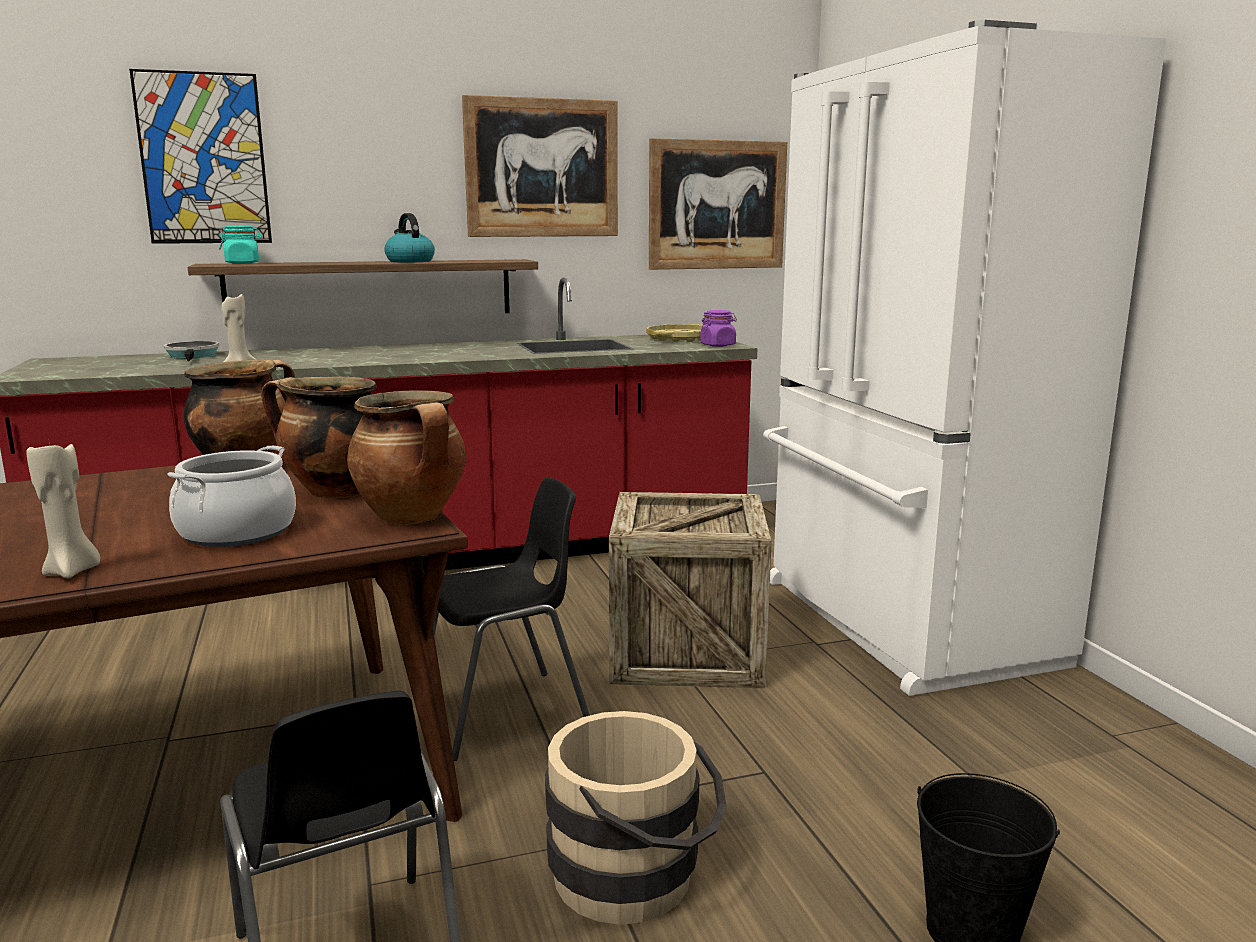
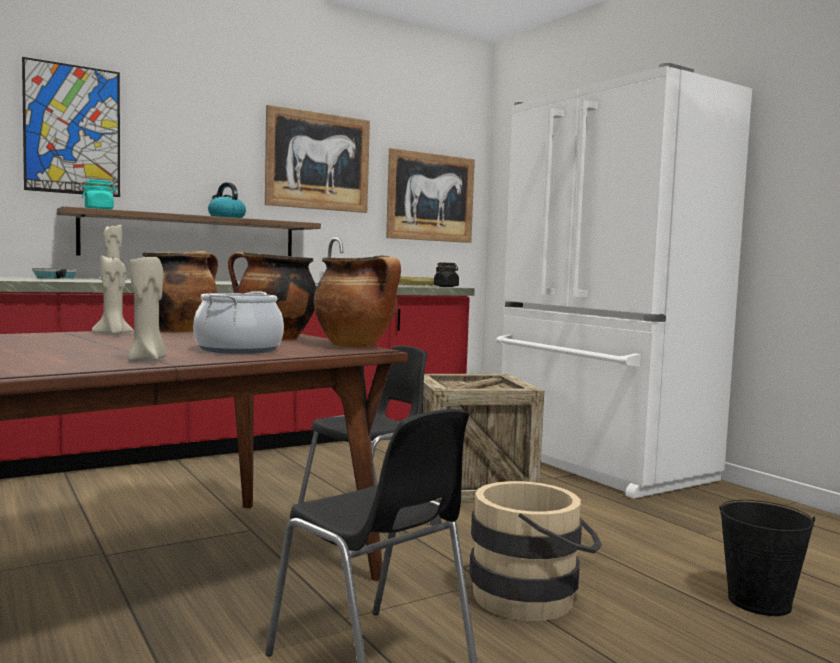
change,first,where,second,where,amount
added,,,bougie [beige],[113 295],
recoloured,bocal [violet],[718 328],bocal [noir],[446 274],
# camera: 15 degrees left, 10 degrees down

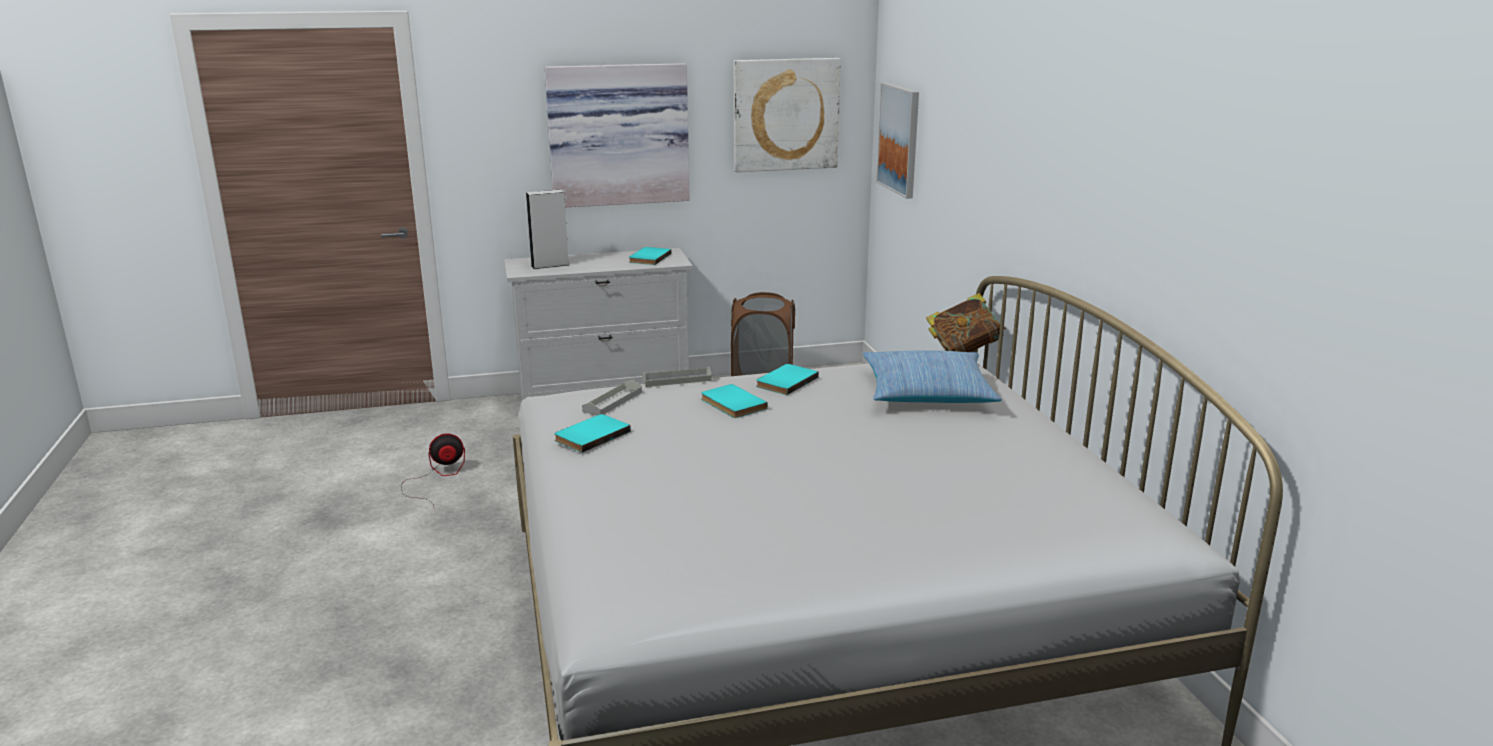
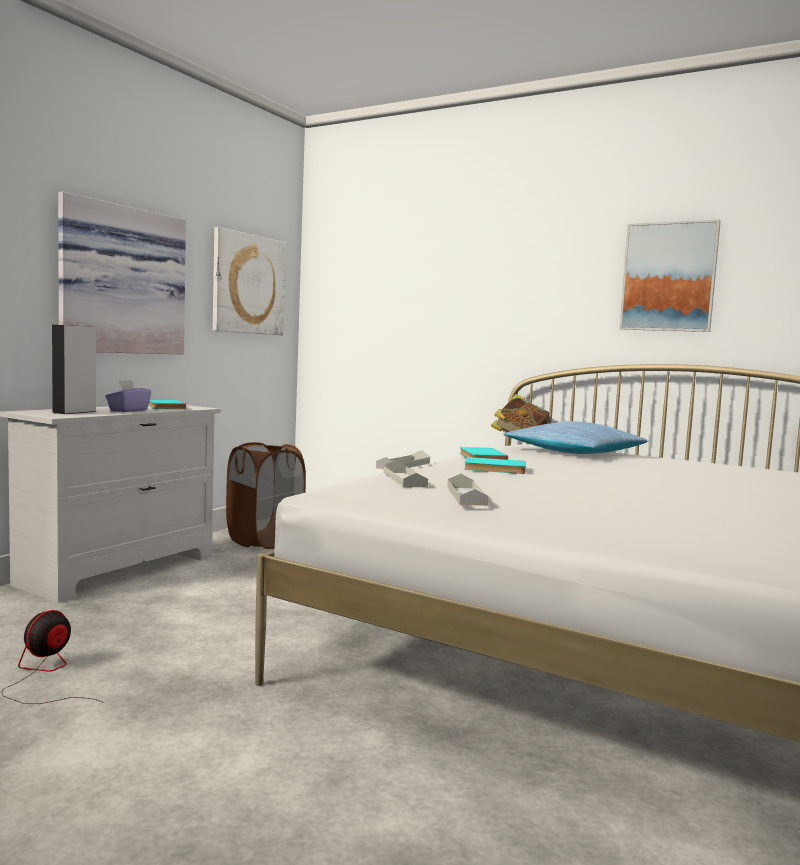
change,first,where,second,where,amount
added,,,boîte à mouchoirs [violet],[128 396],
replaced,livre [turquoise],[592 433],plateau [gris],[468 490],
moved,tableau,[897 141],,[670 276],
# camera: 45 degrees left, 15 degrees down

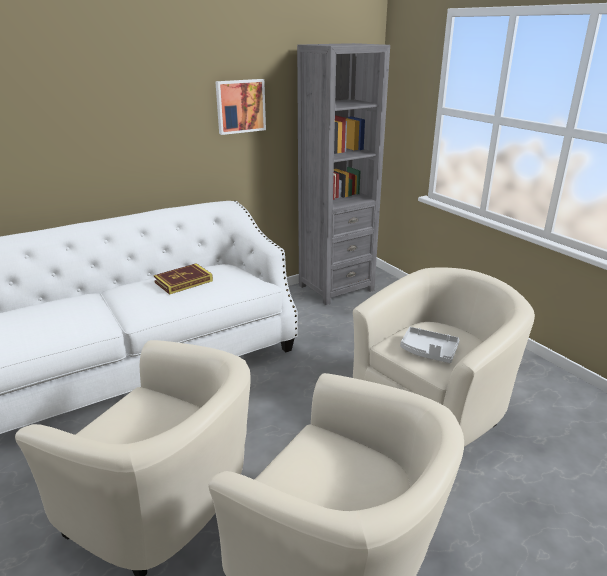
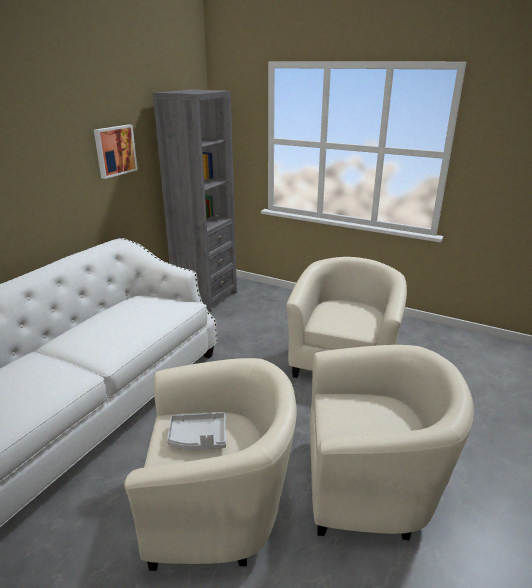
change,first,where,second,where,amount
moved,plateau [gris],[430 345],,[196 431],
removed,livre,[183 279],,,
# camera: 30 degrees left, 0 degrees up

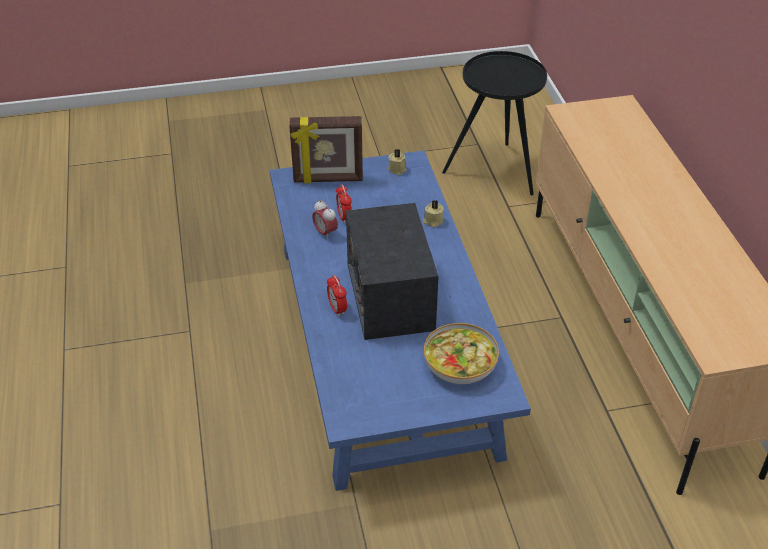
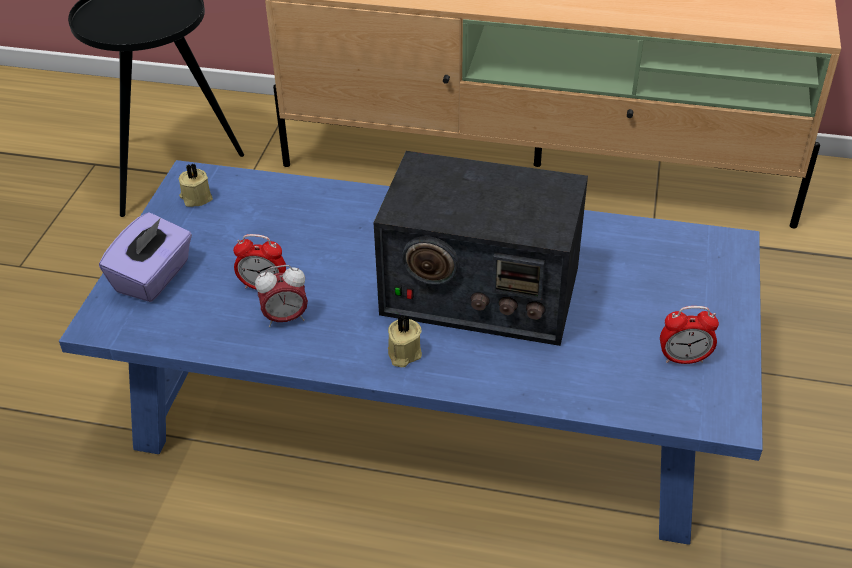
change,first,where,second,where,amount
replaced,cadre photo,[326 149],boîte à mouchoirs [violet],[145 257],
moved,bougie [beige],[433 213],,[405 341],
moved,réveil,[337 296],,[689 335],
removed,bol,[461 353],,,
# camera: 65 degrees left, 0 degrees up

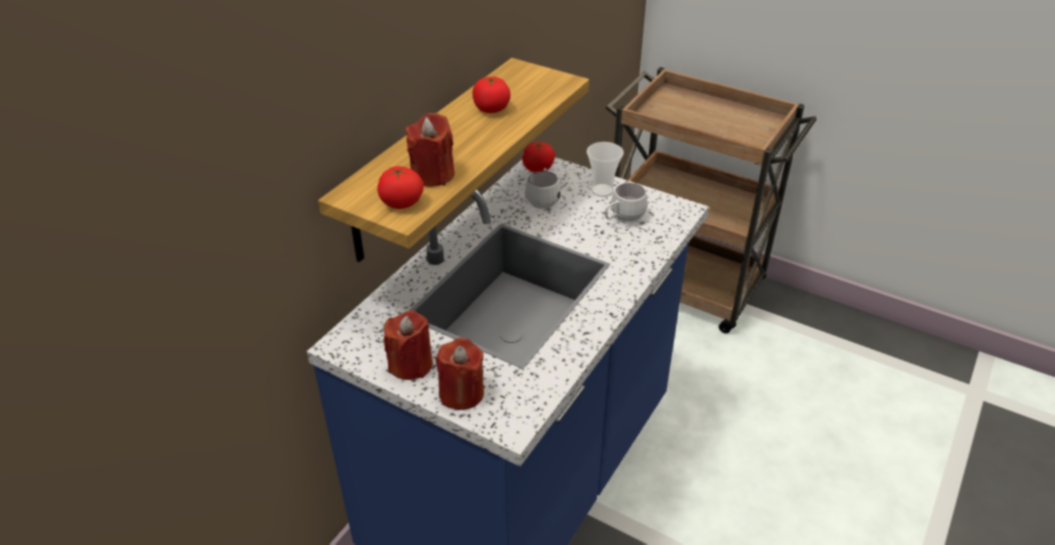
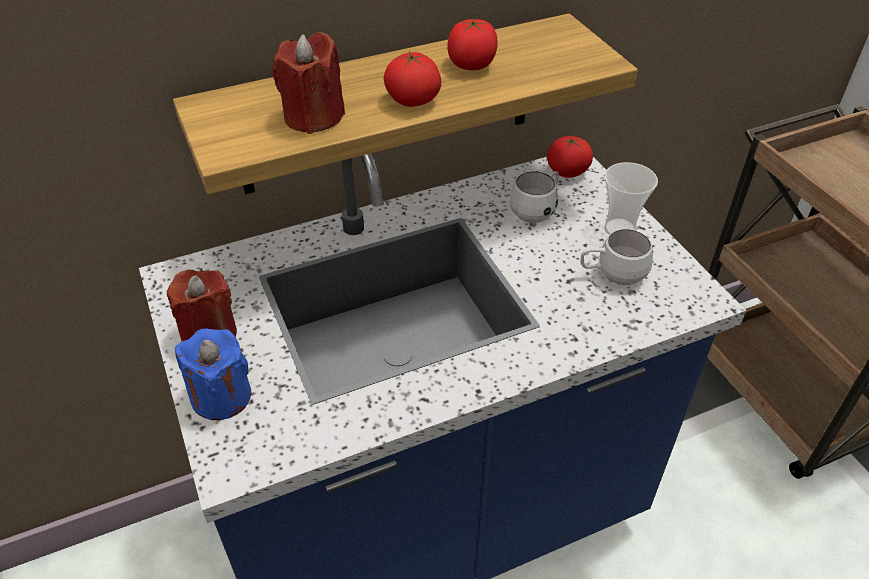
change,first,where,second,where,amount
recoloured,bougie [rouge],[459 374],bougie [bleu],[213 374],
moved,tomate,[400 187],,[412 79],
# camera: 35 degrees right, 5 degrees up

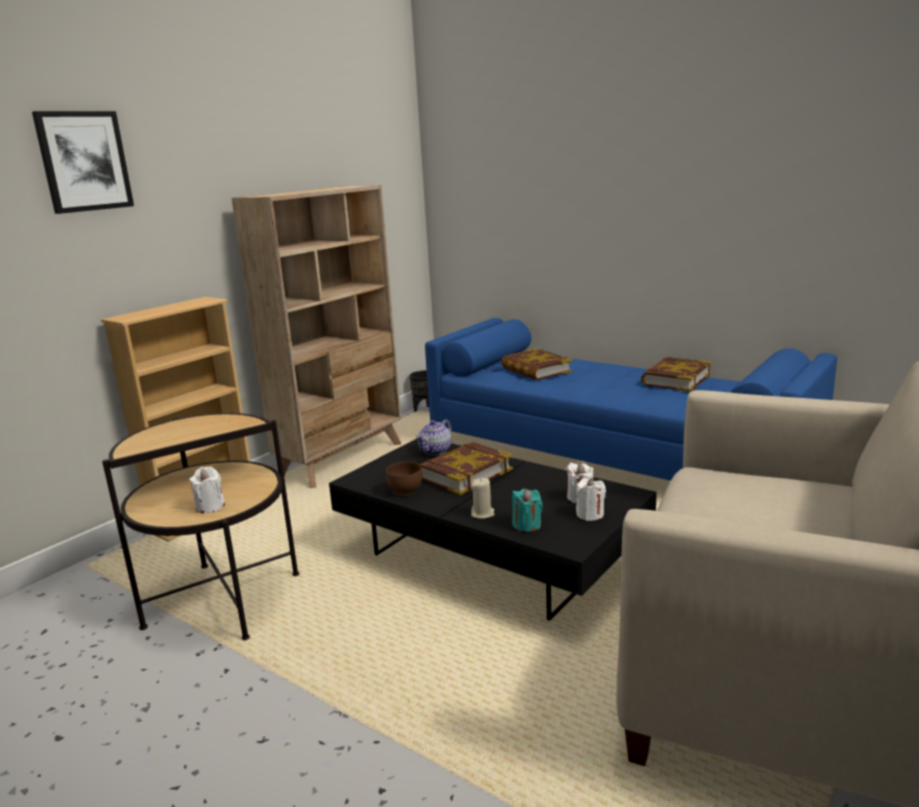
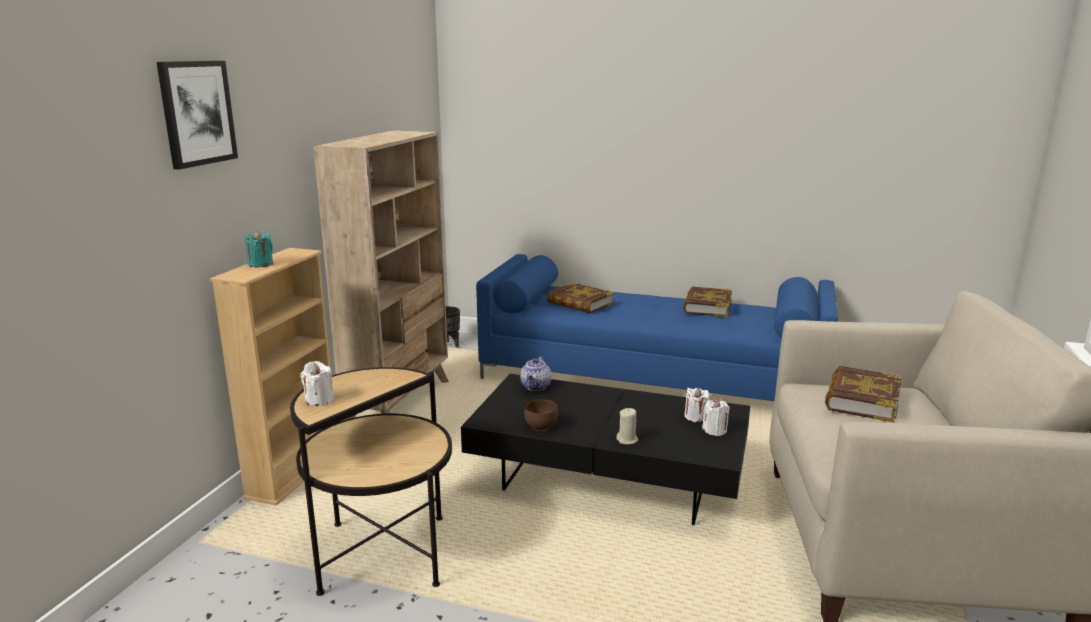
change,first,where,second,where,amount
moved,bougie [turquoise],[527 510],,[259 248],
moved,bougie [blanc],[207 490],,[317 383],
moved,livre,[466 468],,[863 394],
# camera: 20 degrees left, 0 degrees up

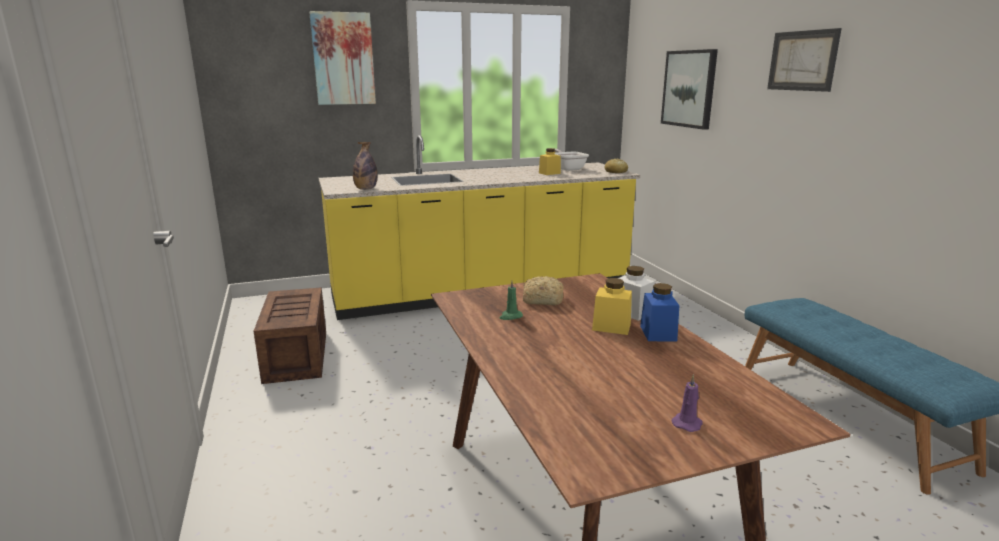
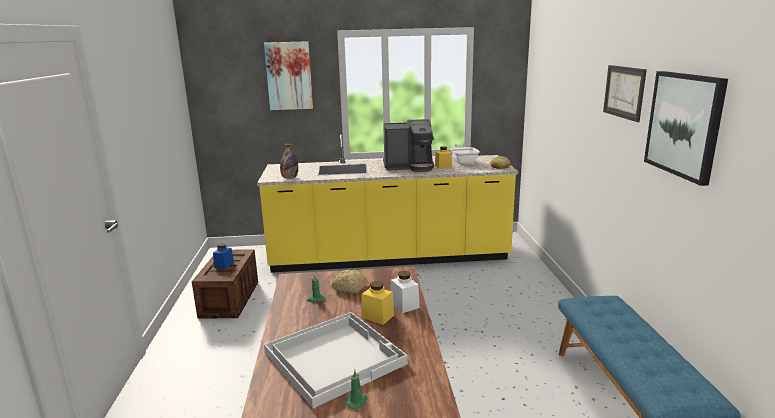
change,first,where,second,where,amount
moved,bocal [bleu],[659 312],,[223 256],
added,,,plateau [blanc],[336 360],
recoloured,bougie [violet],[687 403],bougie [vert],[356 389],
added,,,machine à café,[408 145],
moved,tableau,[689 89],,[686 128],
# camera: 15 degrees right, 0 degrees up

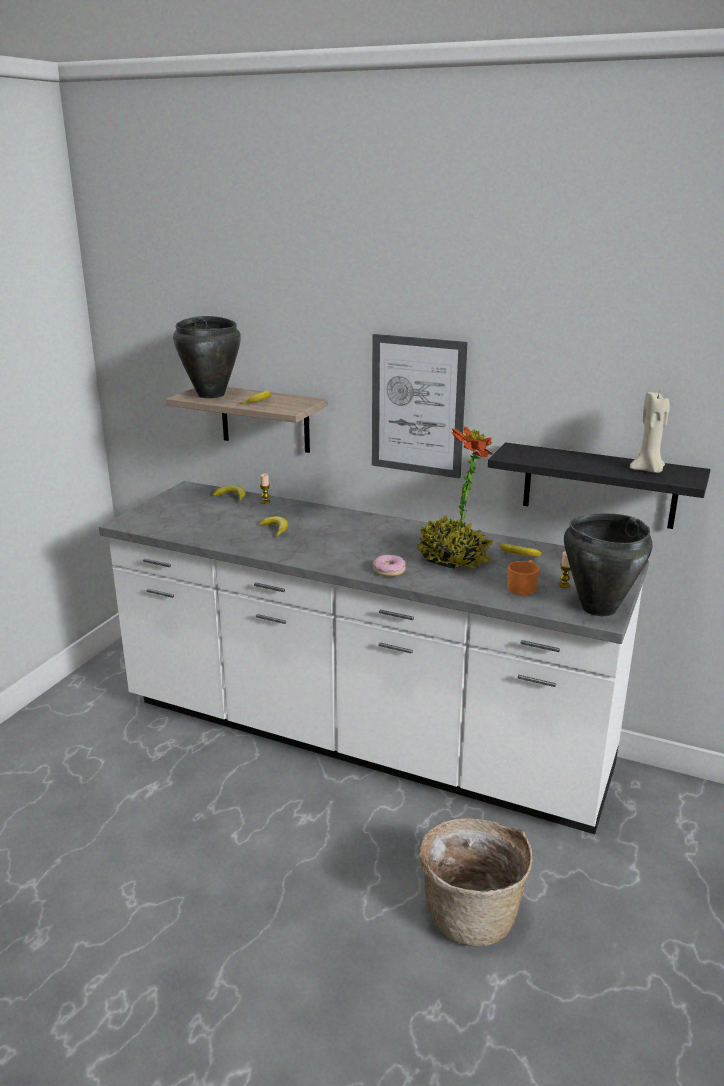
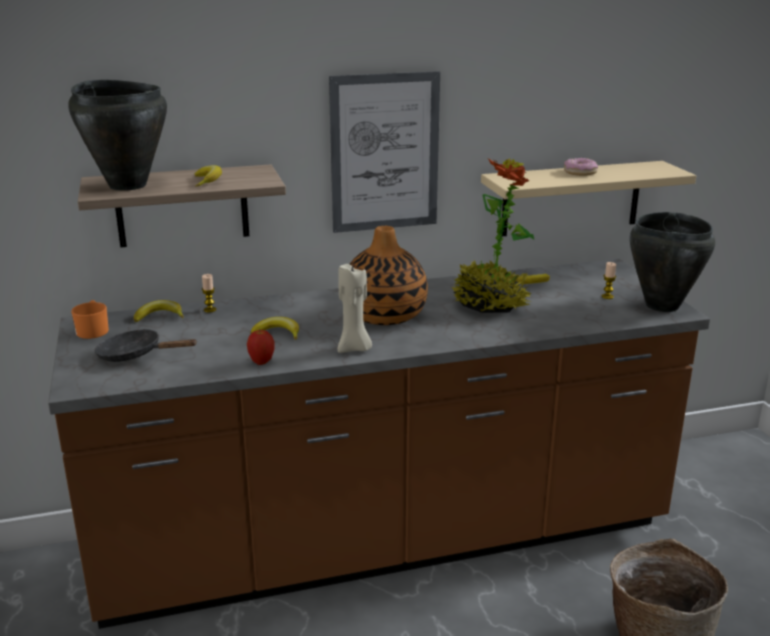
change,first,where,second,where,amount
recoloured,comptoir de cuisine [blanc],[374 657],comptoir de cuisine [marron],[379 444],
moved,mug [orange],[524 577],,[90 319],
added,,,poêle [noir],[146 345],
added,,,pomme,[261 347],
moved,bougie [beige],[650 432],,[355 307],
added,,,vase,[389 275],
recoloured,étagère [noir],[599 485],étagère [beige],[588 199],
moved,beignet,[389 566],,[581 167],
# camera: 40 degrees left, 0 degrees up

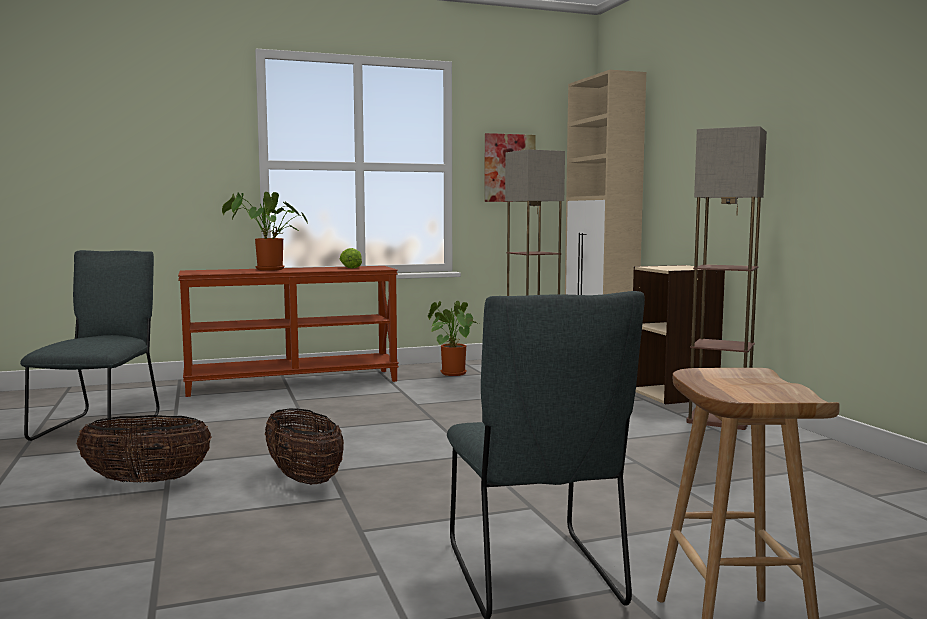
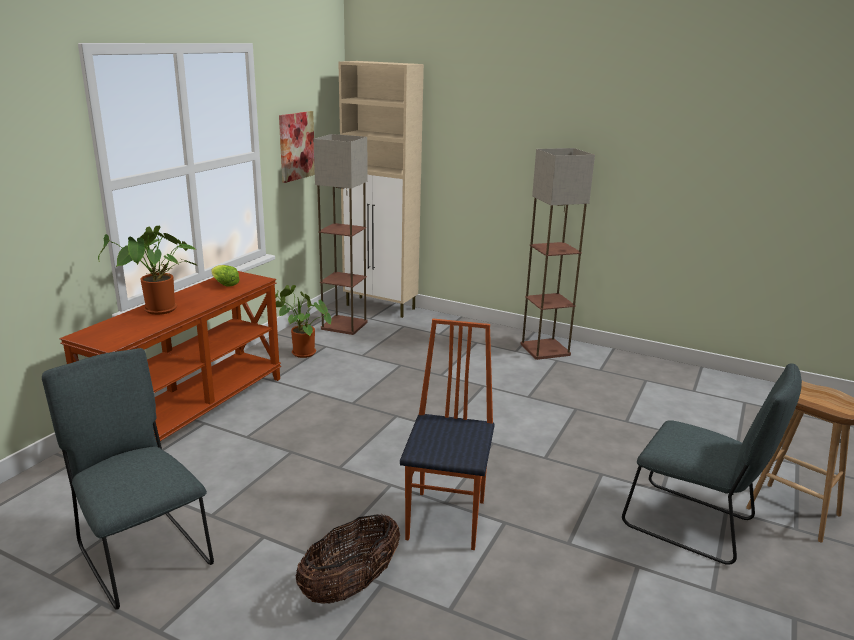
change,first,where,second,where,amount
replaced,panier,[304 446],chaise,[447 434],
removed,bibliothèque [beige],[679 334],,,
# camera: 45 degrees left, 15 degrees up

